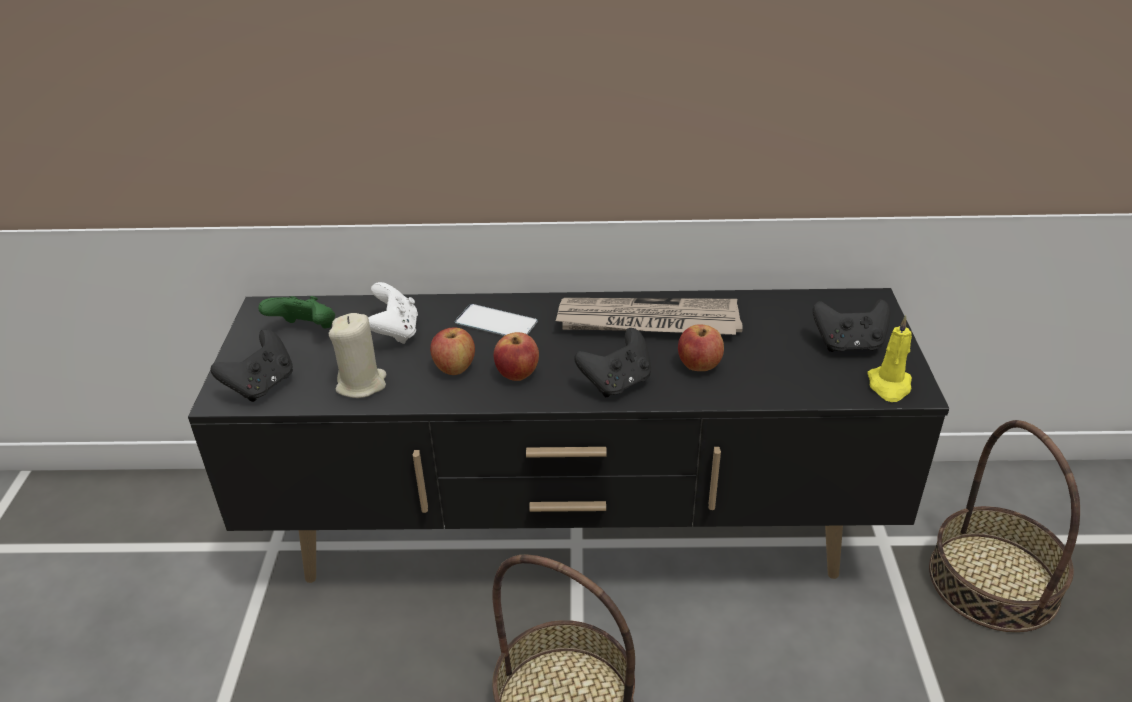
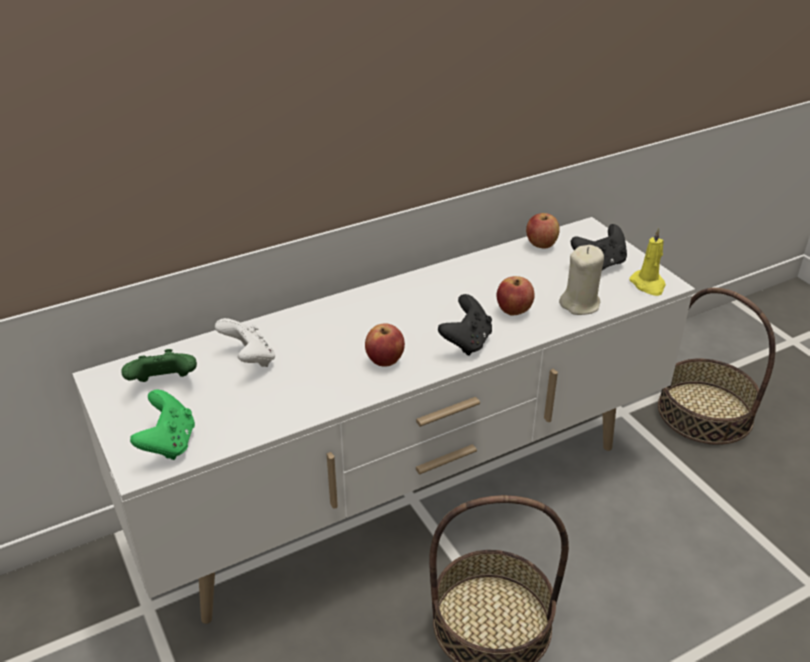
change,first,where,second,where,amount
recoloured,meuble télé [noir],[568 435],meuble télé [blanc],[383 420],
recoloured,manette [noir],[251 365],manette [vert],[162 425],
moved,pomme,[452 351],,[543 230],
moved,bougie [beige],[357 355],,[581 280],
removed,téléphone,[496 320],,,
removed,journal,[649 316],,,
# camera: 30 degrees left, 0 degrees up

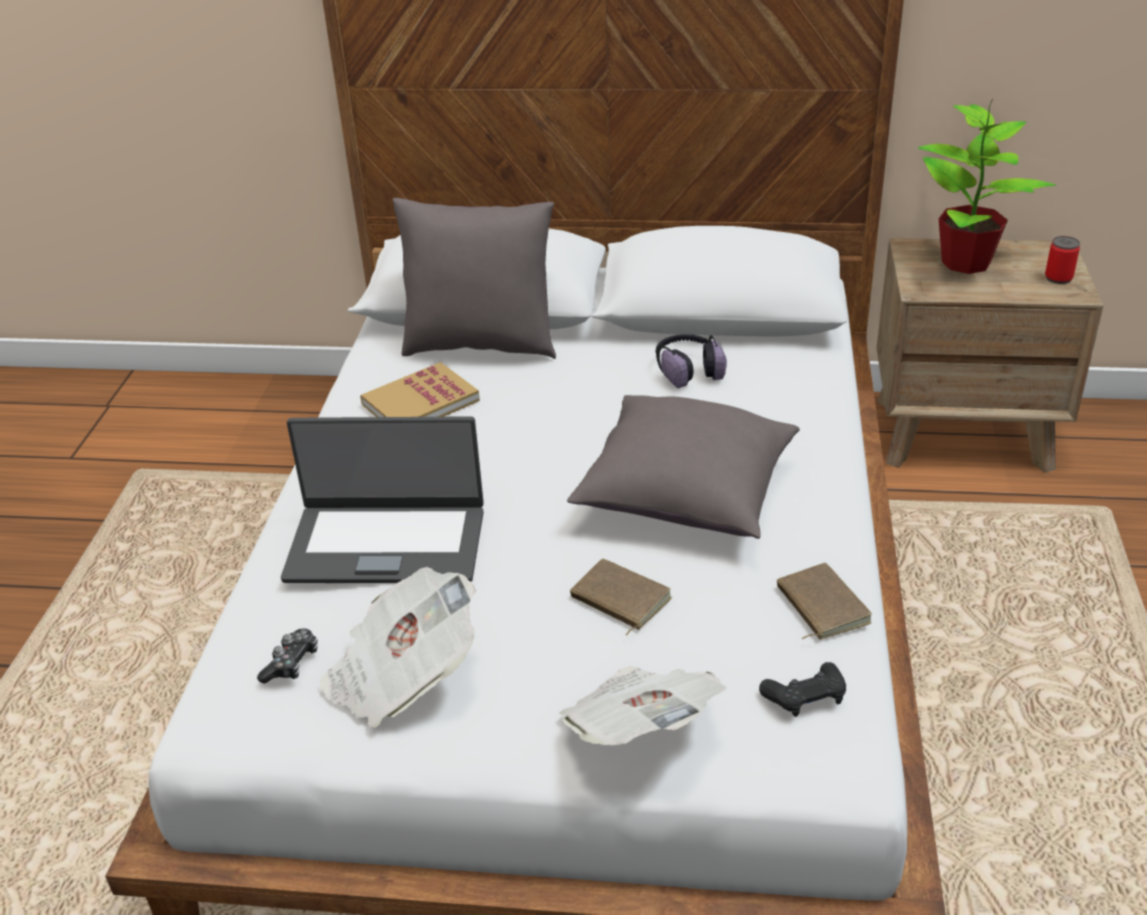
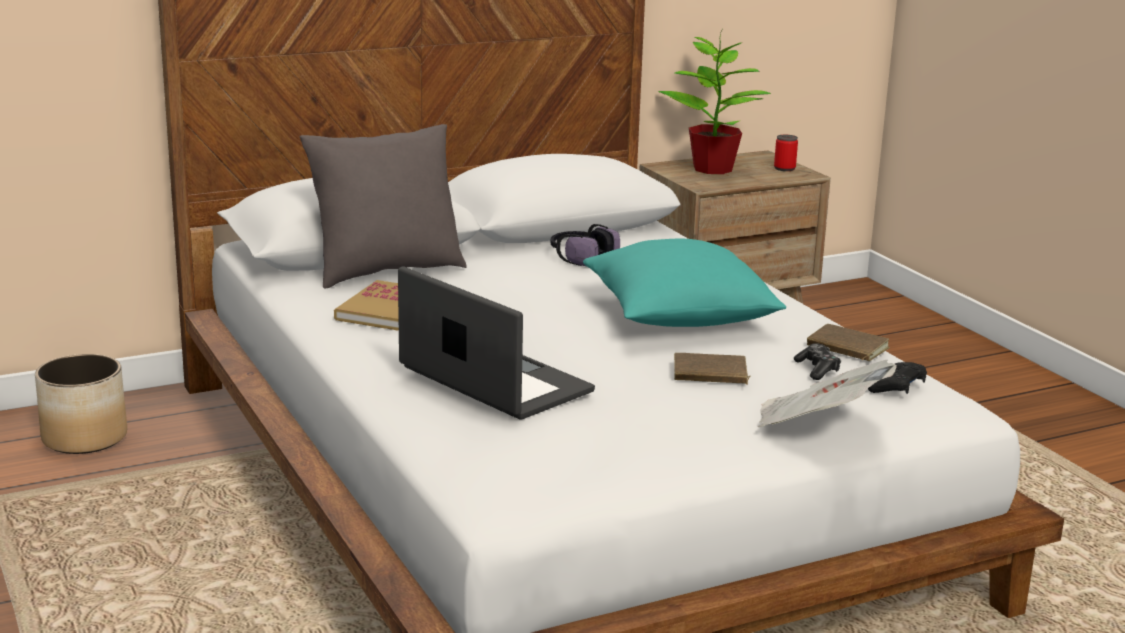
change,first,where,second,where,amount
added,,,cache-pot,[81 404],
turned,ordinateur portable,[382 499],,[496 343],105 degrees counterclockwise
recoloured,coussin [gris],[683 467],coussin [turquoise],[684 283],
moved,manette,[287 656],,[817 361],
removed,journal,[398 647],,,
# camera: 35 degrees left, 15 degrees down

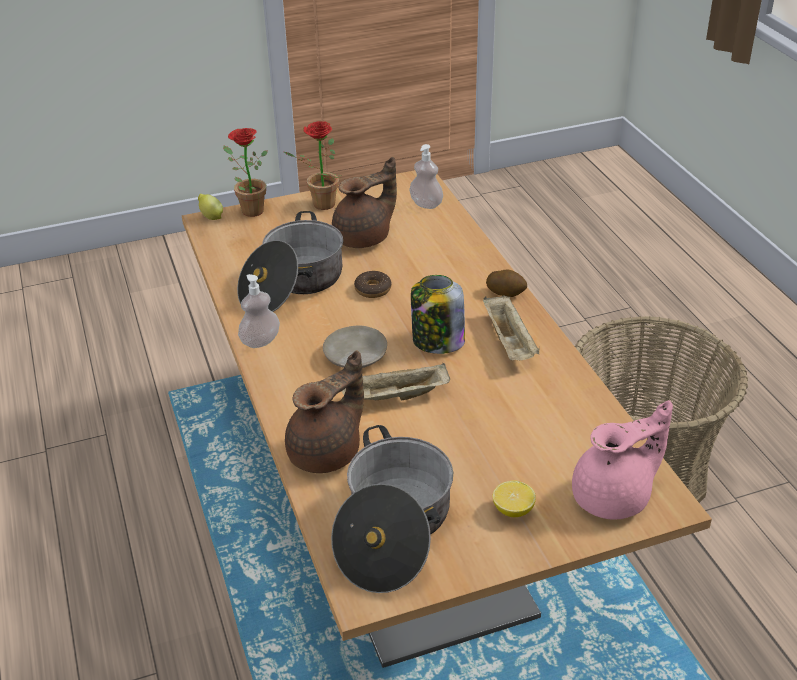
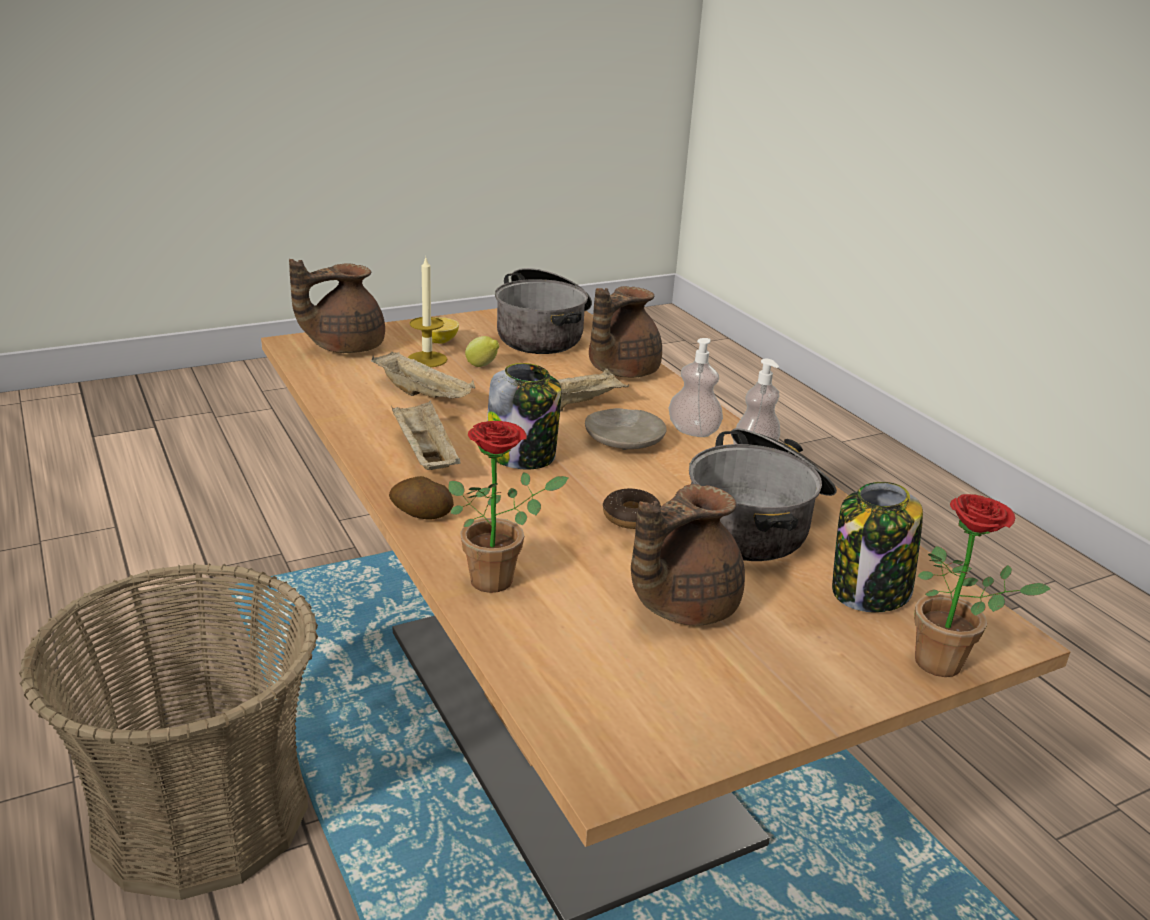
change,first,where,second,where,amount
recoloured,théière [rose],[622 459],théière [marron],[337 306],
added,,,plateau [beige],[423 375],
added,,,bougie,[427 312],
moved,plante en pot,[313 165],,[508 507],
moved,citron,[210 207],,[482 351],
moved,distributeur de savon,[426 176],,[695 387],
added,,,bocal,[877 547],
# camera: 170 degrees right, 10 degrees down

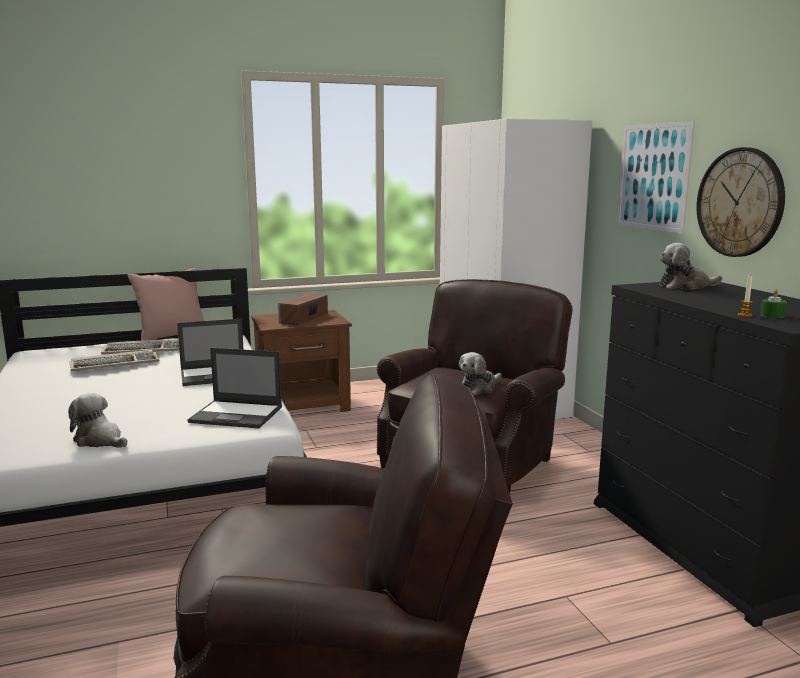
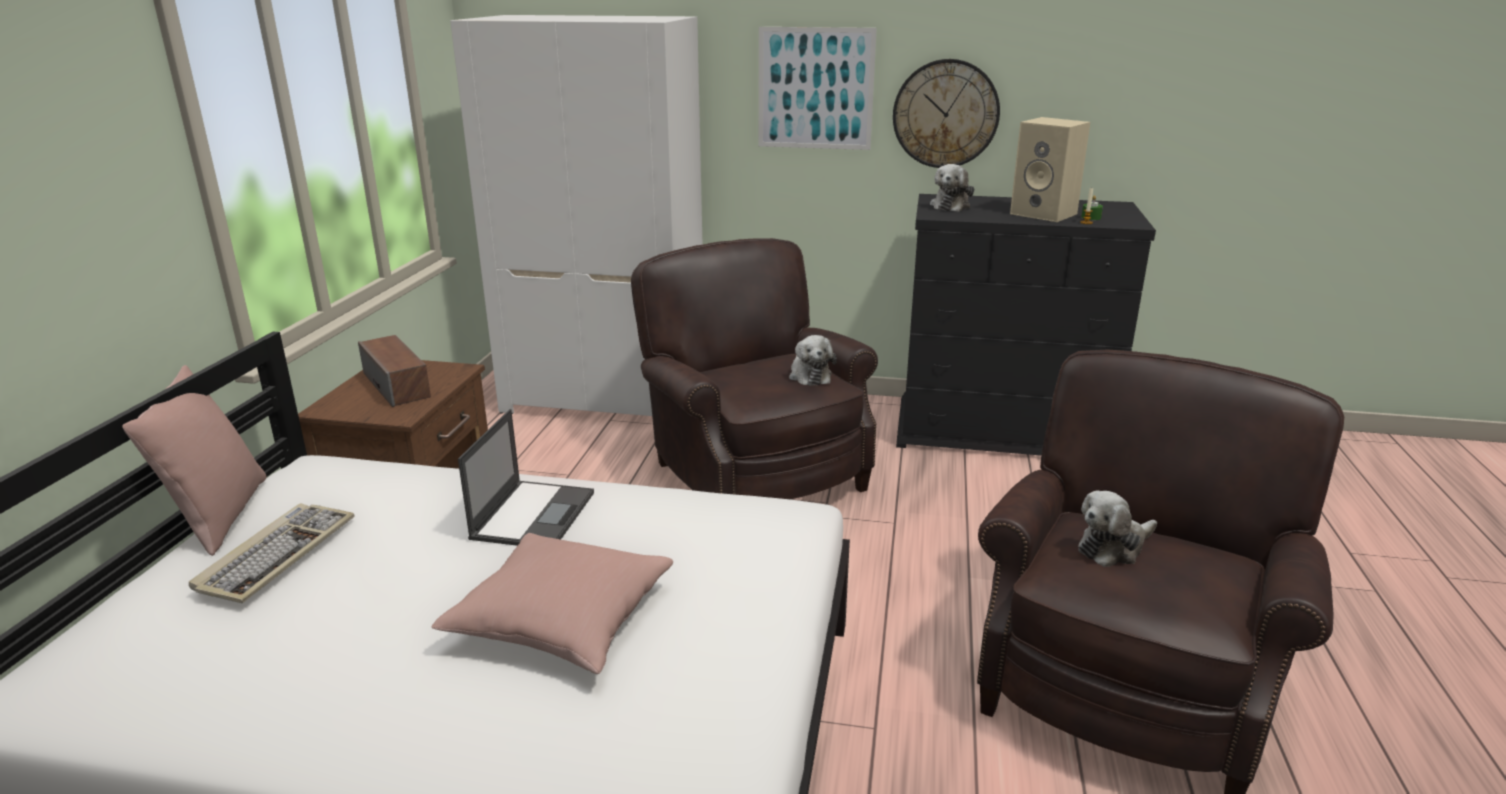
change,first,where,second,where,amount
added,,,coussin [rose],[552 603],
added,,,enceinte [beige],[1050 169],
moved,peluche,[97 420],,[1117 529],
removed,clavier,[114 360],,,
removed,ordinateur portable,[234 388],,,
# camera: 60 degrees left, 10 degrees up

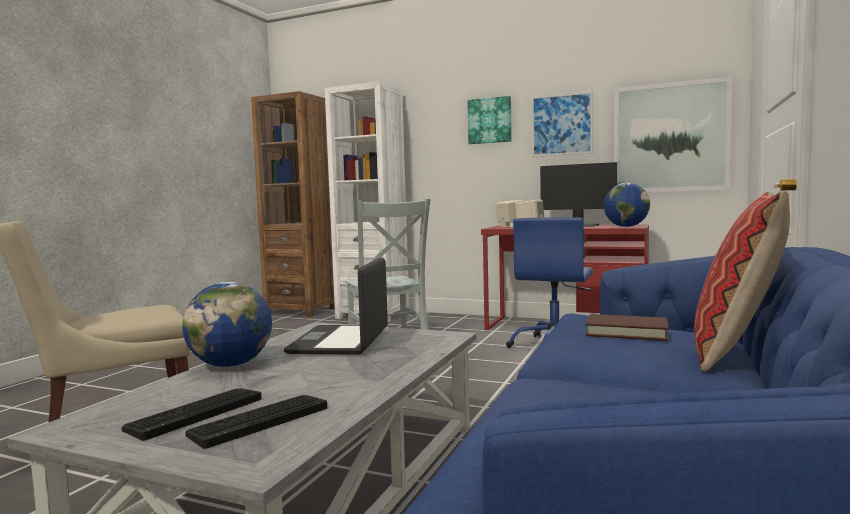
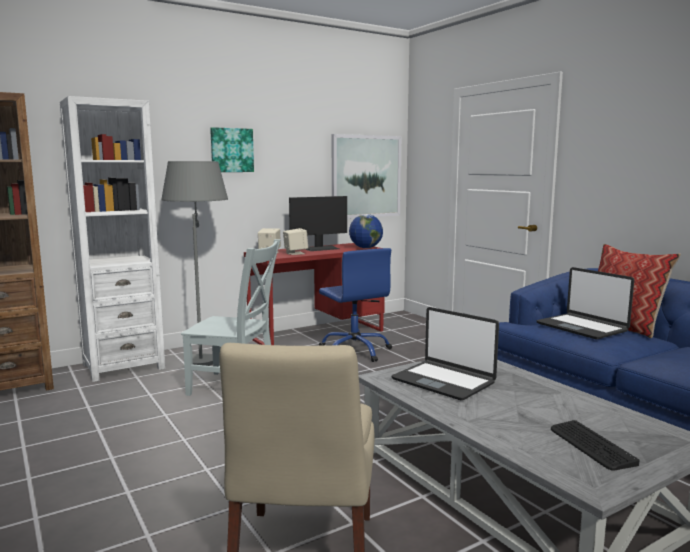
change,first,where,second,where,amount
added,,,lampadaire [gris],[195 263],
replaced,livre [marron],[626 327],ordinateur portable,[585 303],
removed,globe,[227 324],,,
removed,clavier,[256 422],,,
removed,tableau,[562 124],,,
# camera: 55 degrees left, 5 degrees up

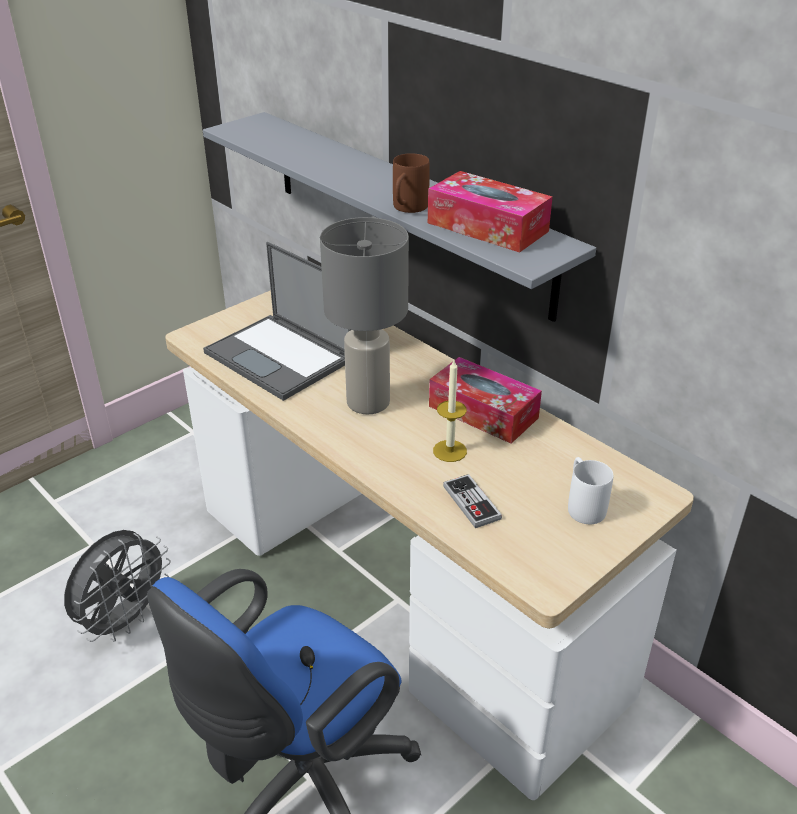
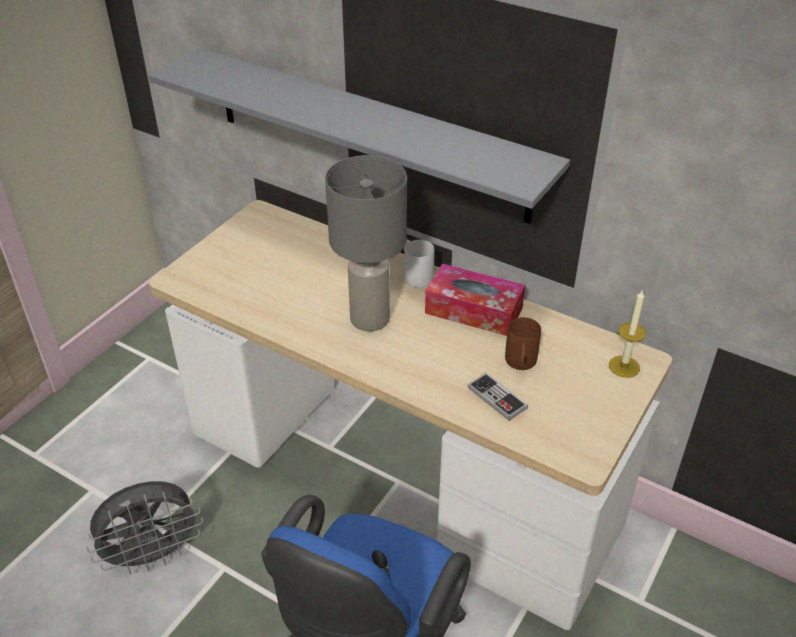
change,first,where,second,where,amount
turned,ventilateur [gris],[117 586],,[144 528],45 degrees clockwise
moved,mug [blanc],[590 490],,[419 264],
moved,mug [marron],[411 183],,[523 343],
moved,bougie,[450 411],,[627 333],
removed,ordinateur portable,[276 321],,,
removed,boîte à mouchoirs,[490 211],,,
# camera: 15 degrees left, 5 degrees up

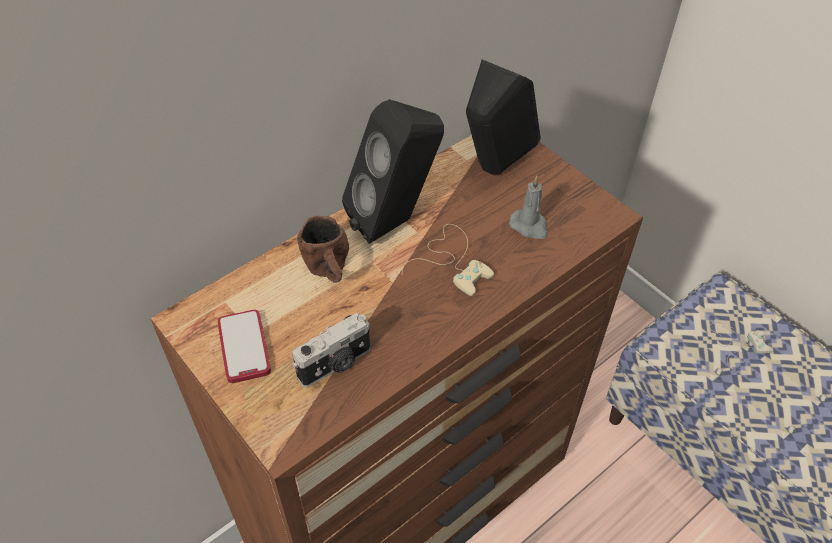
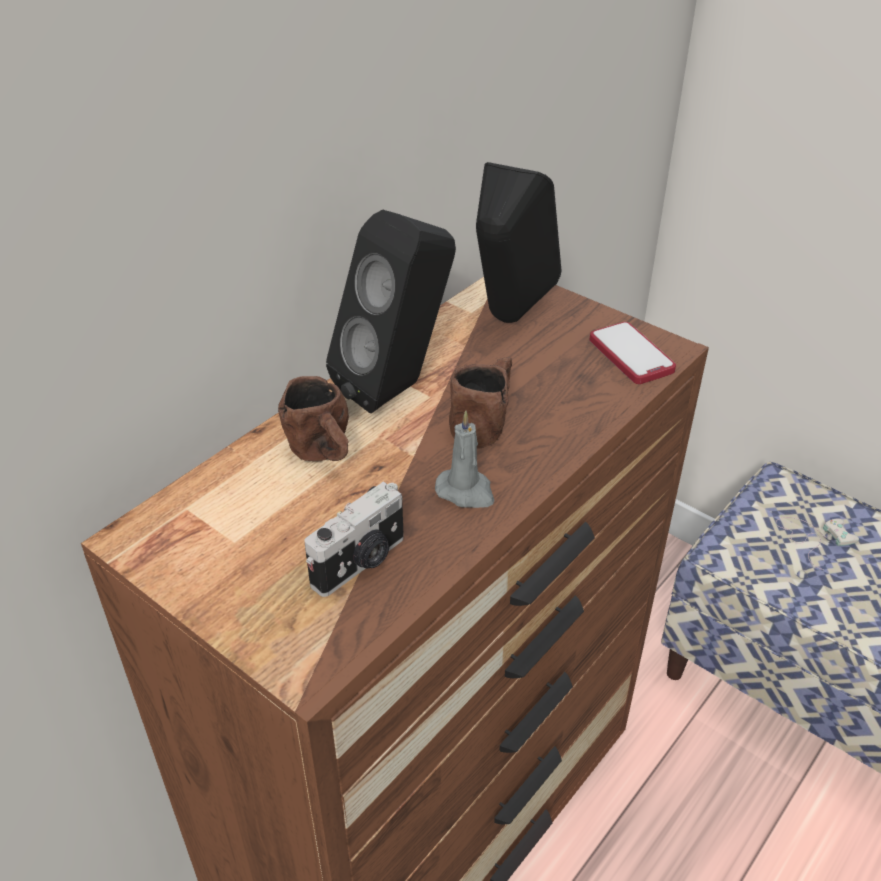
change,first,where,second,where,amount
moved,bougie [gris],[528 207],,[465 459],
replaced,manette [beige],[448 260],mug [marron],[480 402],
moved,téléphone,[244 346],,[632 353],
# camera: 10 degrees left, 10 degrees down

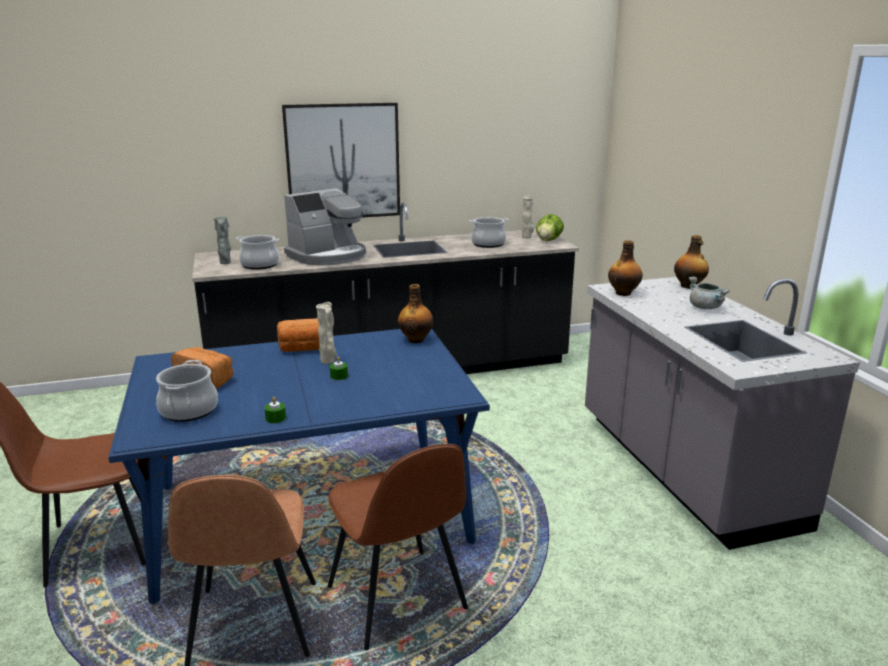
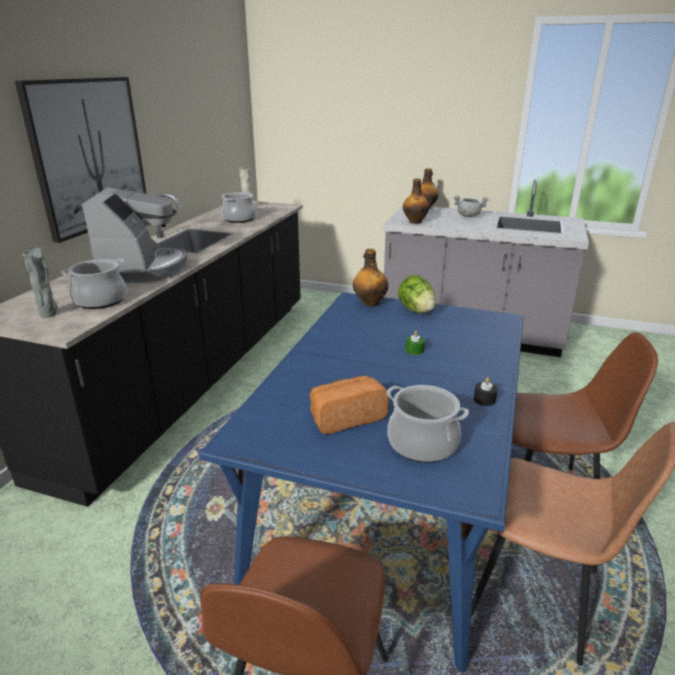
change,first,where,second,where,amount
moved,laitue,[550 227],,[417 294],
recoloured,bougie [vert],[275 410],bougie [noir],[486 391],
removed,pain,[298 335],,,
removed,vase [beige],[326 333],,,
# camera: 55 degrees left, 5 degrees up

